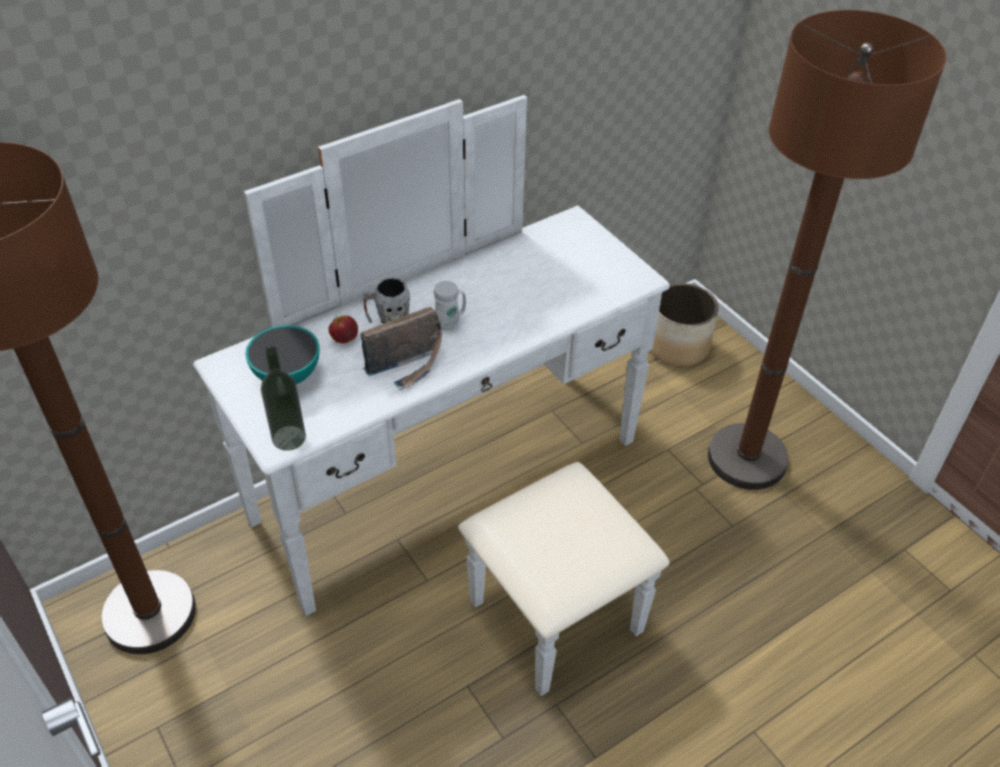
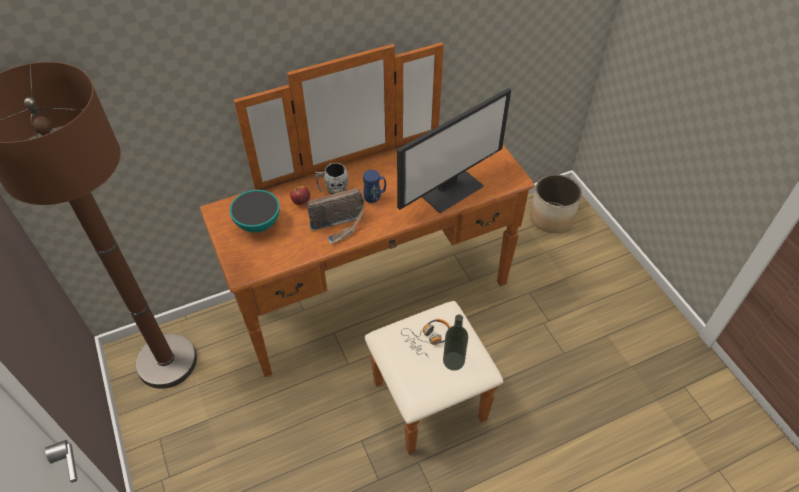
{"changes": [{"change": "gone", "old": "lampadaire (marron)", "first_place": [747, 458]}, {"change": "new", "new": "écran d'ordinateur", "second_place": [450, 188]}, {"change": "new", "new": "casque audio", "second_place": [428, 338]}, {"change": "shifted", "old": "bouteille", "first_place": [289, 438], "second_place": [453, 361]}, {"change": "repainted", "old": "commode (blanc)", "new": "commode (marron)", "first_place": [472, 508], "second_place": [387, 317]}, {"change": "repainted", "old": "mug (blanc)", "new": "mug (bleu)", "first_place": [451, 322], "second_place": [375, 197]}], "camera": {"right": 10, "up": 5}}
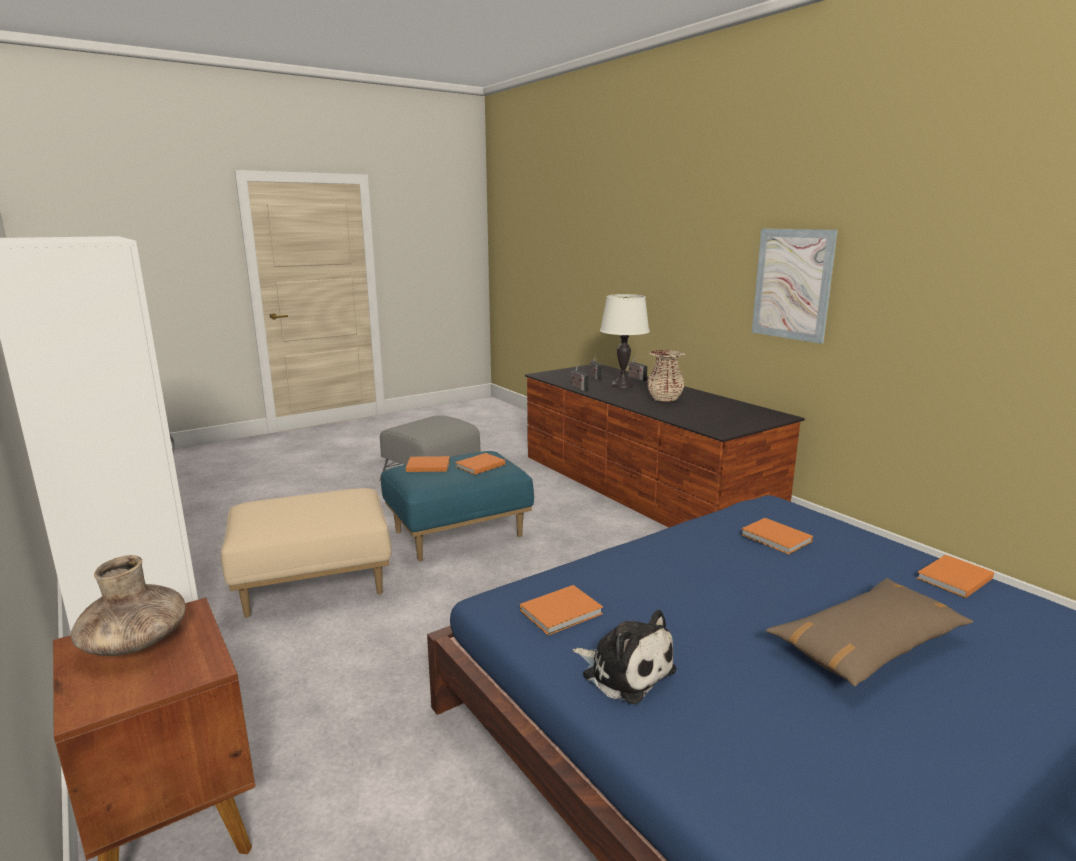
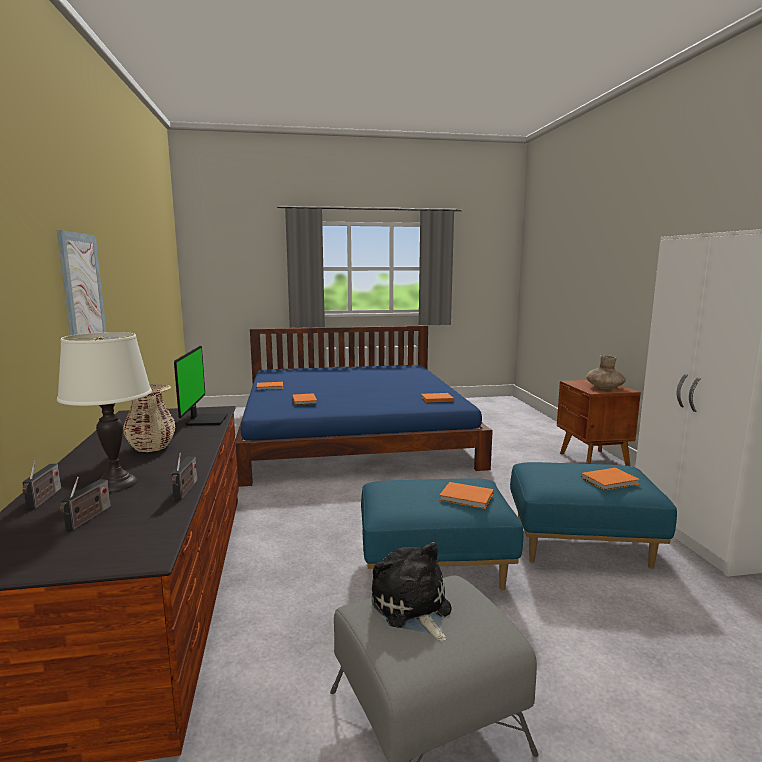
{"changes": [{"change": "gone", "old": "coussin (marron)", "first_place": [869, 645]}, {"change": "new", "new": "écran d'ordinateur", "second_place": [205, 420]}, {"change": "shifted", "old": "livre (orange)", "first_place": [479, 466], "second_place": [611, 481]}, {"change": "shifted", "old": "peluche", "first_place": [624, 671], "second_place": [412, 608]}, {"change": "repainted", "old": "pouf (beige)", "new": "pouf (bleu)", "first_place": [315, 584], "second_place": [580, 546]}], "camera": {"right": -155, "up": -5}}
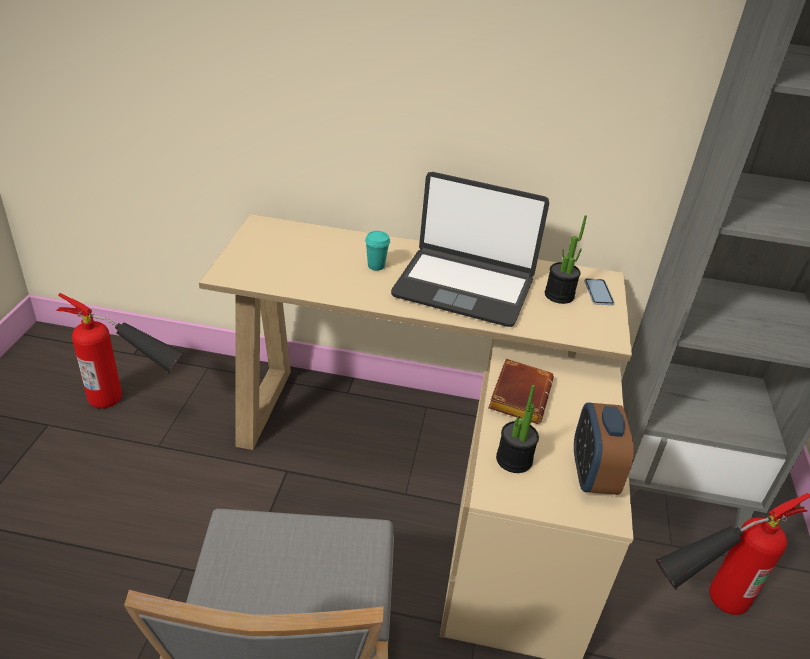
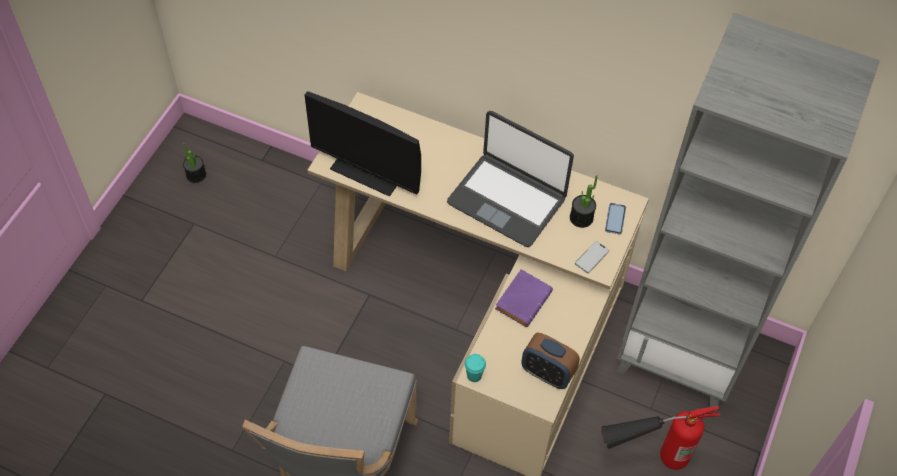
{"changes": [{"change": "gone", "old": "extincteur", "first_place": [133, 404]}, {"change": "new", "new": "écran d'ordinateur", "second_place": [367, 171]}, {"change": "new", "new": "téléphone", "second_place": [591, 257]}, {"change": "shifted", "old": "tasse (turquoise)", "first_place": [376, 266], "second_place": [474, 375]}, {"change": "shifted", "old": "plante en pot", "first_place": [514, 459], "second_place": [196, 175]}, {"change": "repainted", "old": "livre (marron)", "new": "livre (violet)", "first_place": [518, 394], "second_place": [522, 299]}, {"change": "rotated", "old": "réveil", "first_place": [592, 475], "second_place": [547, 373], "degrees": -75}], "camera": {"right": 15, "up": 20}}
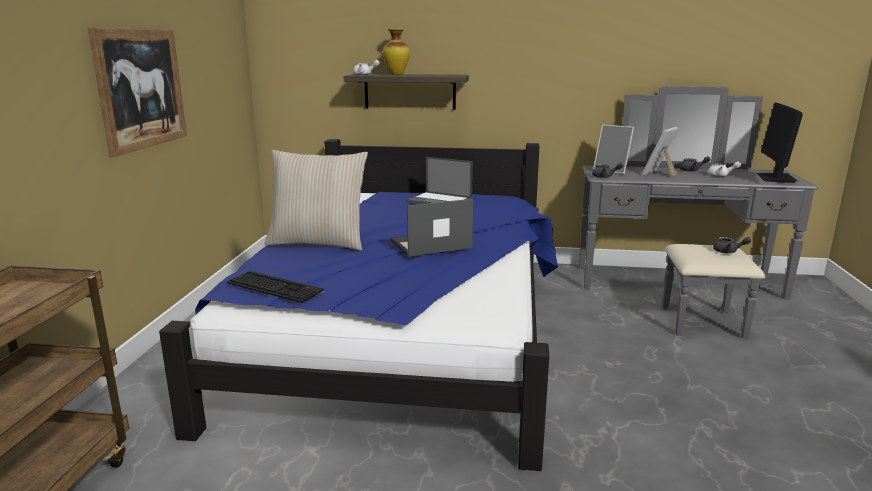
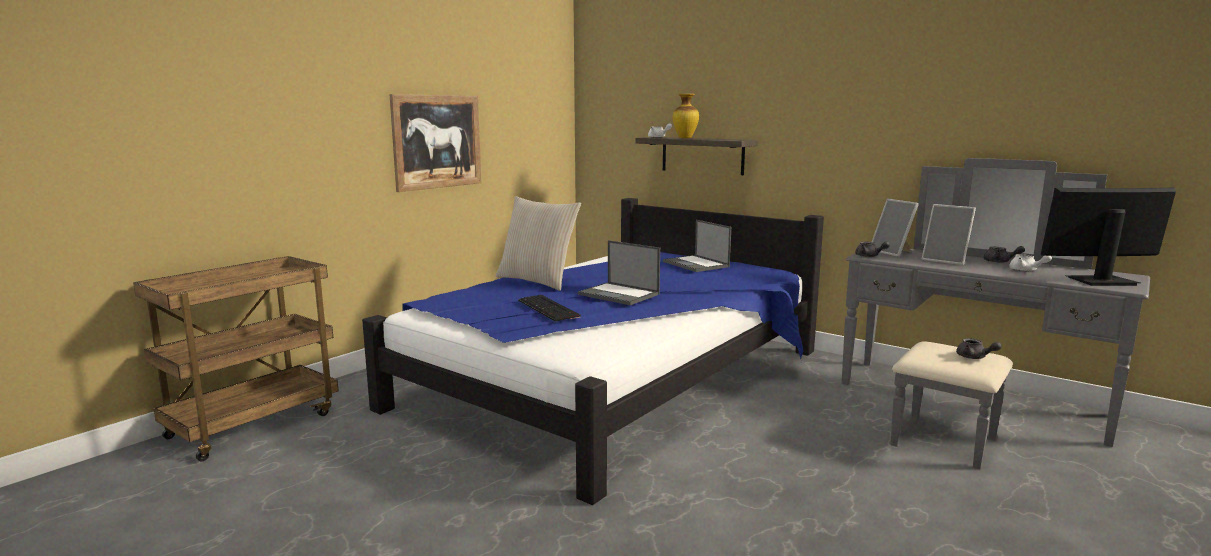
{"changes": [{"change": "shifted", "old": "clavier", "first_place": [276, 287], "second_place": [549, 308]}, {"change": "rotated", "old": "ordinateur portable", "first_place": [430, 245], "second_place": [619, 294], "degrees": -150}, {"change": "rotated", "old": "cadre photo", "first_place": [659, 174], "second_place": [946, 260], "degrees": -120}, {"change": "rotated", "old": "écran d'ordinateur", "first_place": [775, 178], "second_place": [1101, 281], "degrees": 45}], "camera": {"right": 30, "up": -5}}
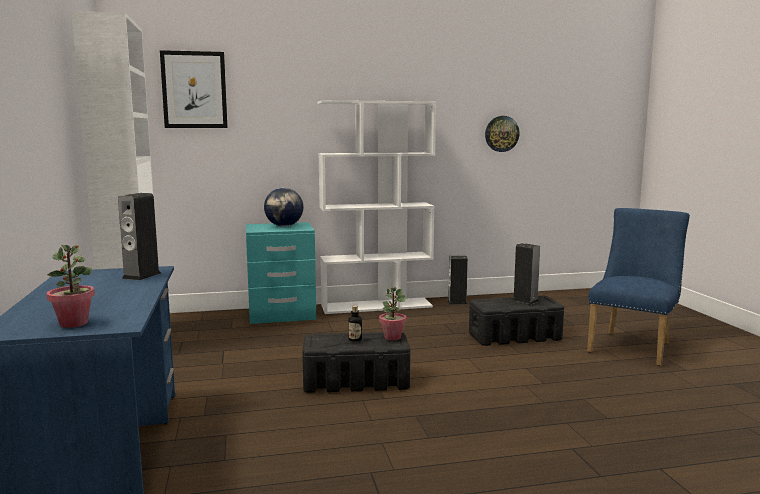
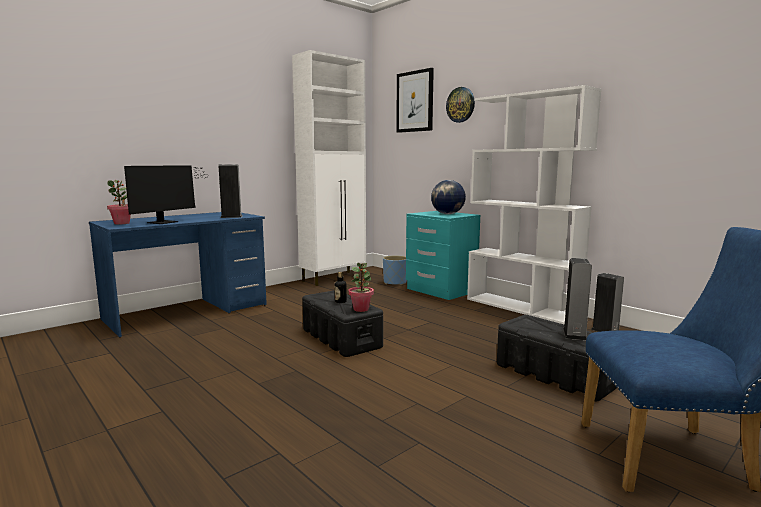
{"changes": [{"change": "new", "new": "écran d'ordinateur", "second_place": [166, 222]}, {"change": "new", "new": "cache-pot (bleu)", "second_place": [395, 282]}, {"change": "shifted", "old": "horloge murale", "first_place": [501, 133], "second_place": [460, 105]}], "camera": {"right": 60, "up": 0}}
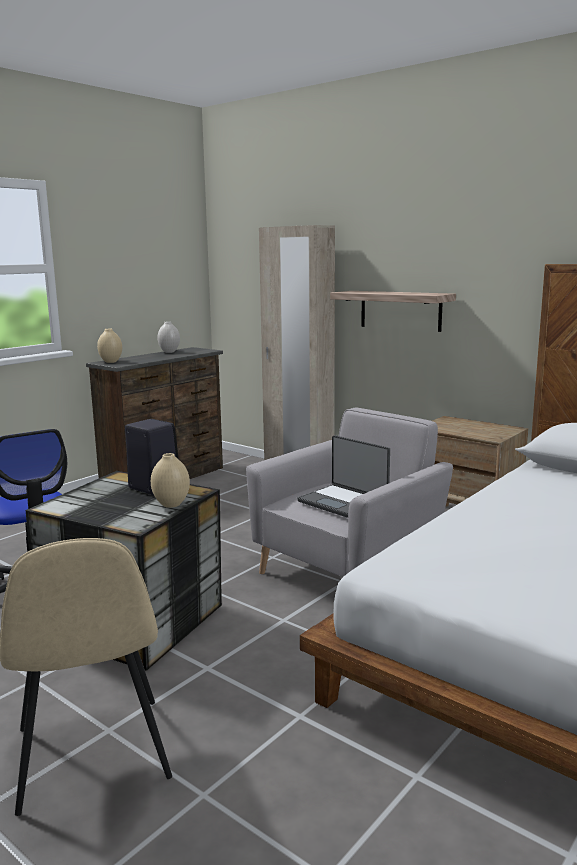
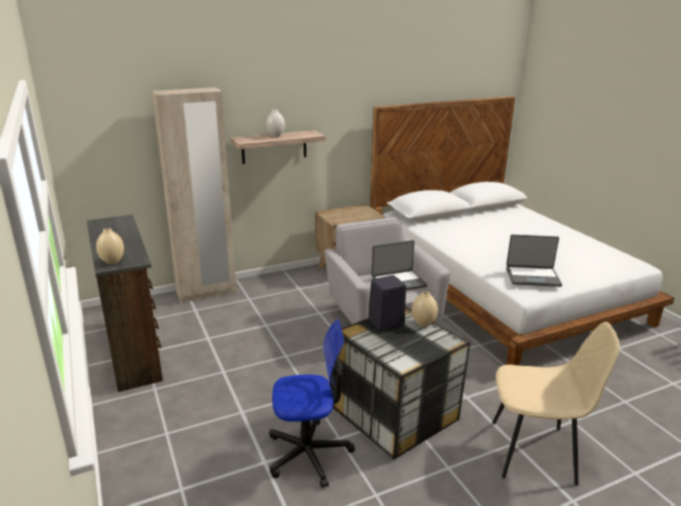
{"changes": [{"change": "new", "new": "ordinateur portable", "second_place": [532, 277]}, {"change": "shifted", "old": "vase (blanc)", "first_place": [169, 352], "second_place": [276, 136]}], "camera": {"right": -65, "up": 10}}
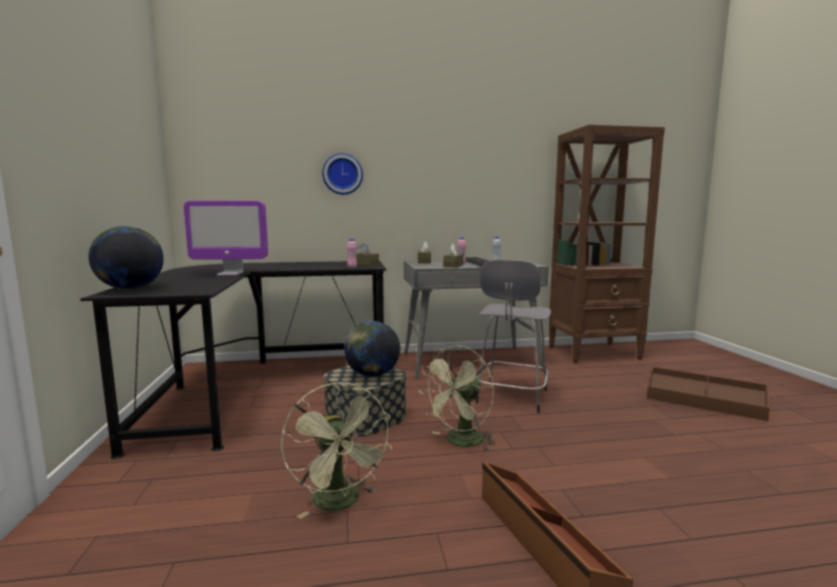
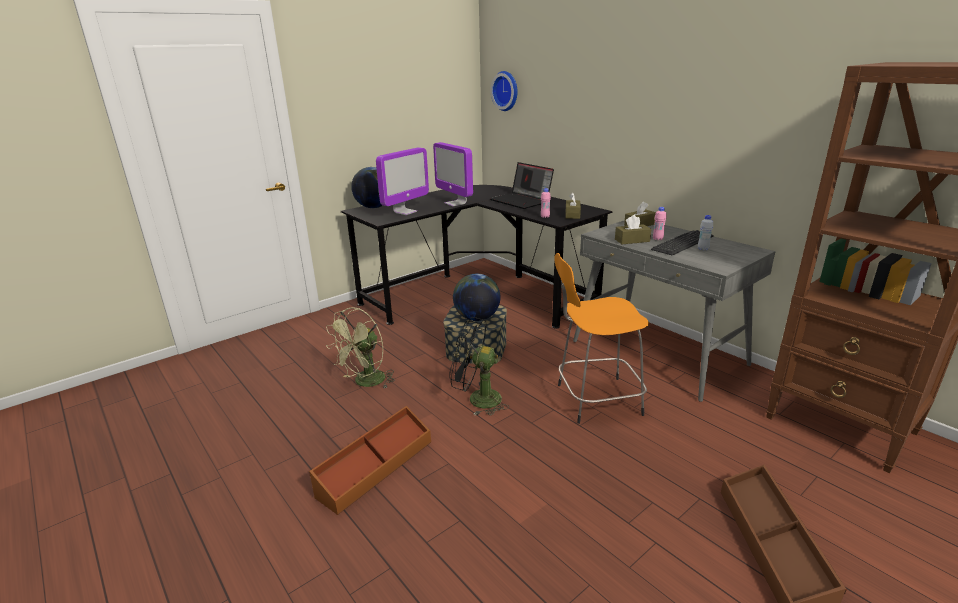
{"changes": [{"change": "new", "new": "écran d'ordinateur", "second_place": [405, 212]}, {"change": "new", "new": "ordinateur portable", "second_place": [521, 201]}, {"change": "shifted", "old": "horloge murale", "first_place": [342, 174], "second_place": [506, 91]}, {"change": "repainted", "old": "ventilateur (vert)", "new": "ventilateur (noir)", "first_place": [460, 442], "second_place": [477, 399]}, {"change": "repainted", "old": "tabouret (gris)", "new": "tabouret (orange)", "first_place": [511, 398], "second_place": [595, 400]}], "camera": {"right": 60, "up": 15}}
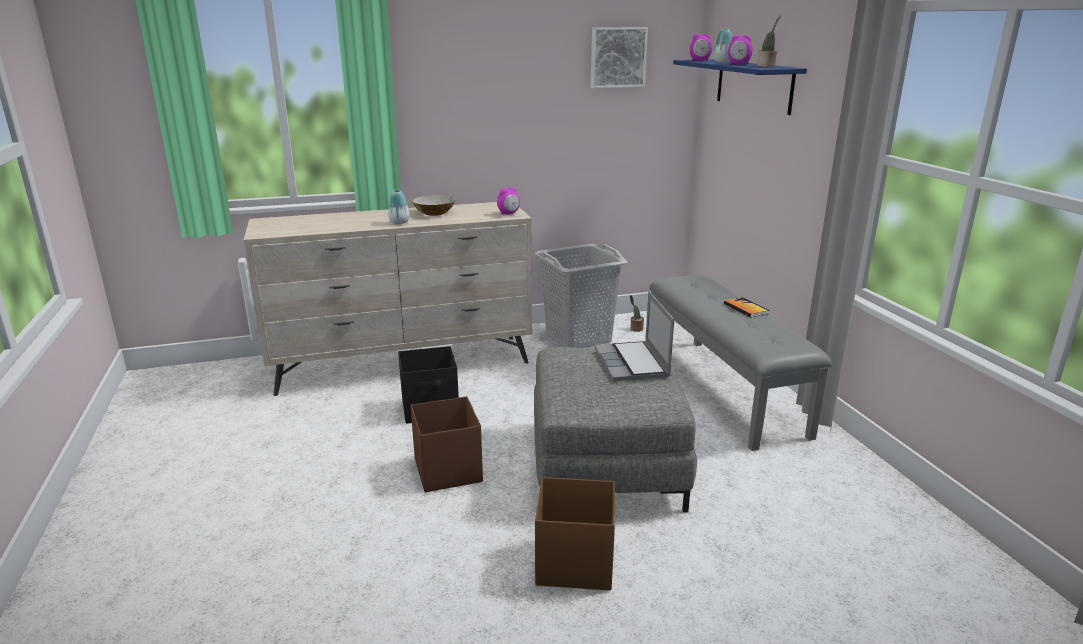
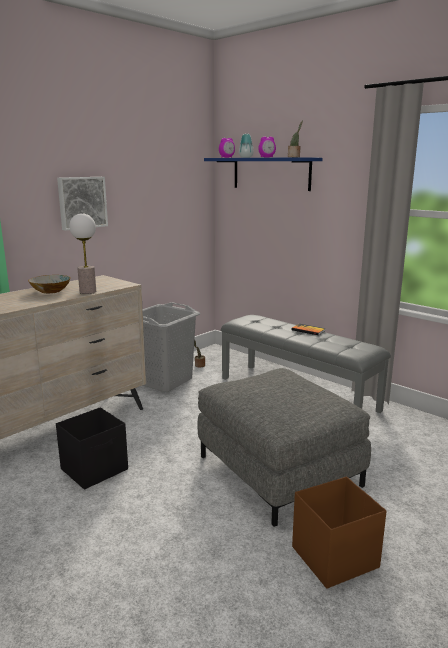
{"changes": [{"change": "gone", "old": "vase", "first_place": [399, 222]}, {"change": "gone", "old": "boîte de rangement (marron)", "first_place": [448, 470]}, {"change": "gone", "old": "réveil", "first_place": [509, 214]}, {"change": "gone", "old": "ordinateur portable", "first_place": [632, 363]}, {"change": "new", "new": "lampe de table", "second_place": [88, 292]}, {"change": "shifted", "old": "tableau", "first_place": [617, 57], "second_place": [82, 202]}], "camera": {"right": -30, "up": -5}}
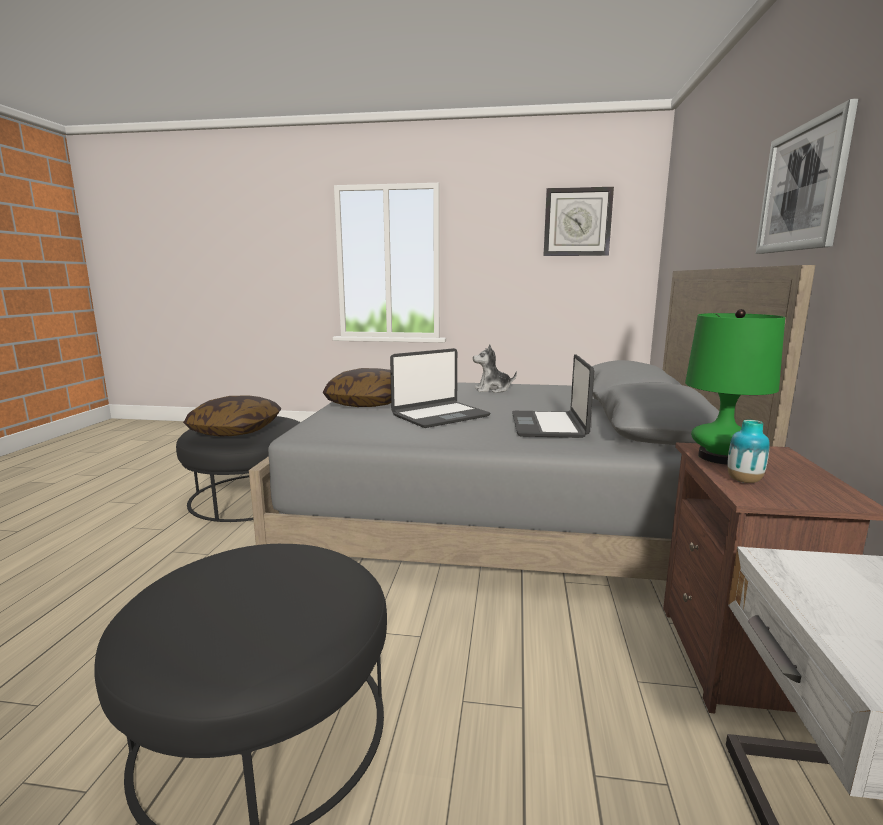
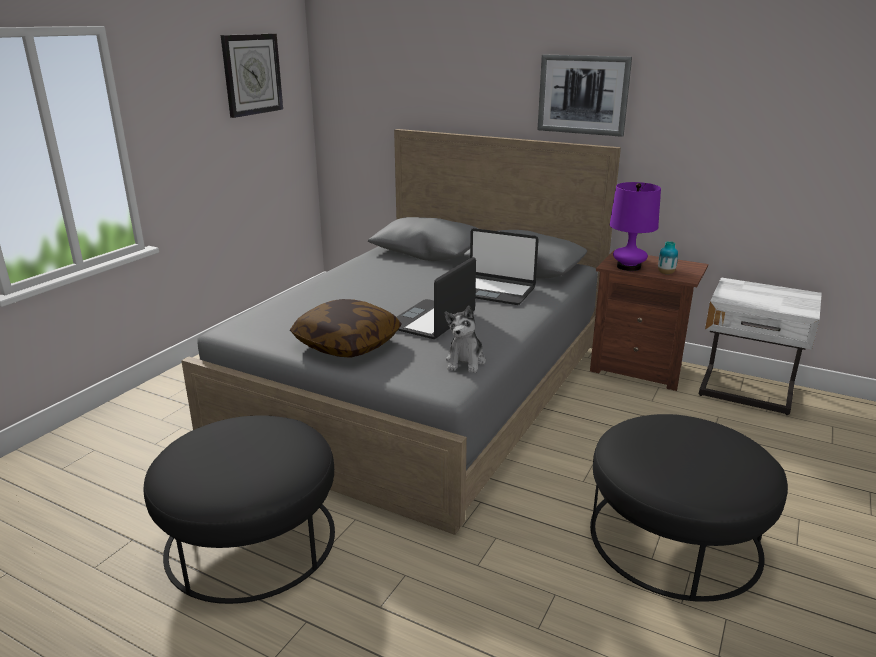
{"changes": [{"change": "gone", "old": "coussin", "first_place": [236, 431]}, {"change": "shifted", "old": "peluche", "first_place": [492, 390], "second_place": [465, 362]}, {"change": "repainted", "old": "lampe de table (vert)", "new": "lampe de table (violet)", "first_place": [720, 457], "second_place": [628, 267]}, {"change": "rotated", "old": "ordinateur portable", "first_place": [440, 416], "second_place": [432, 321], "degrees": -135}], "camera": {"right": -70, "up": 10}}
